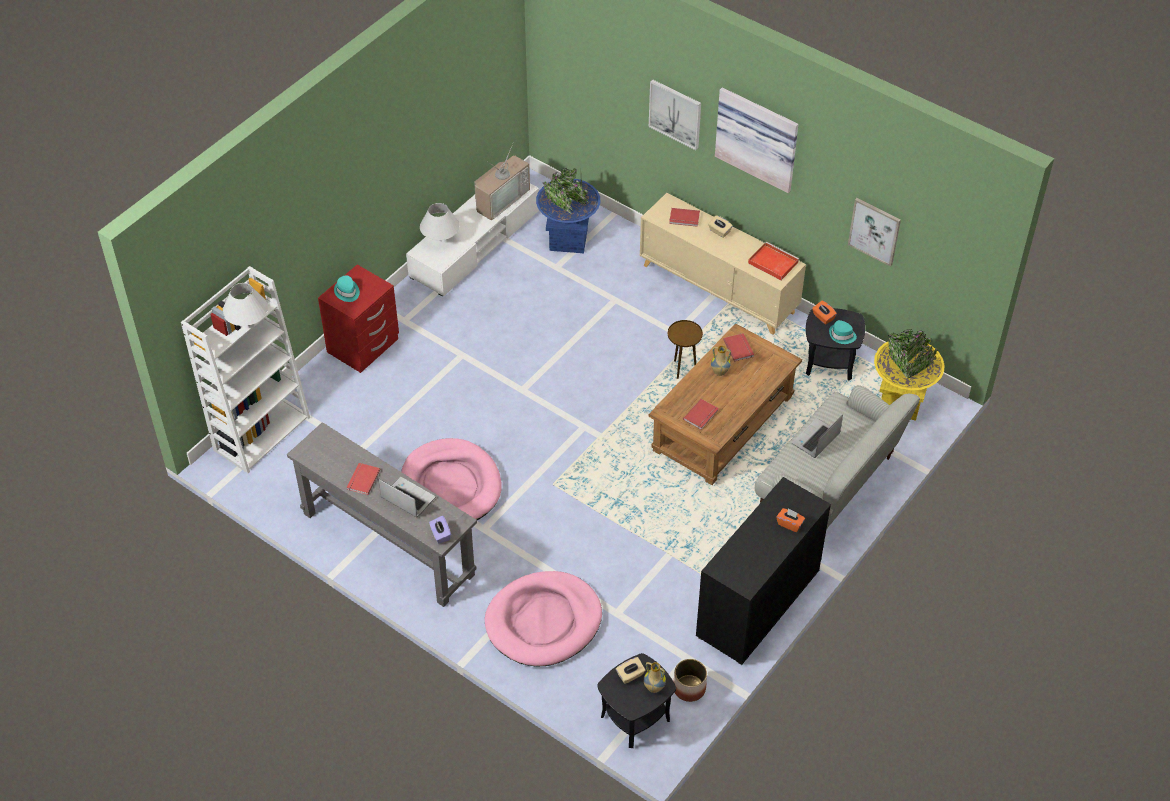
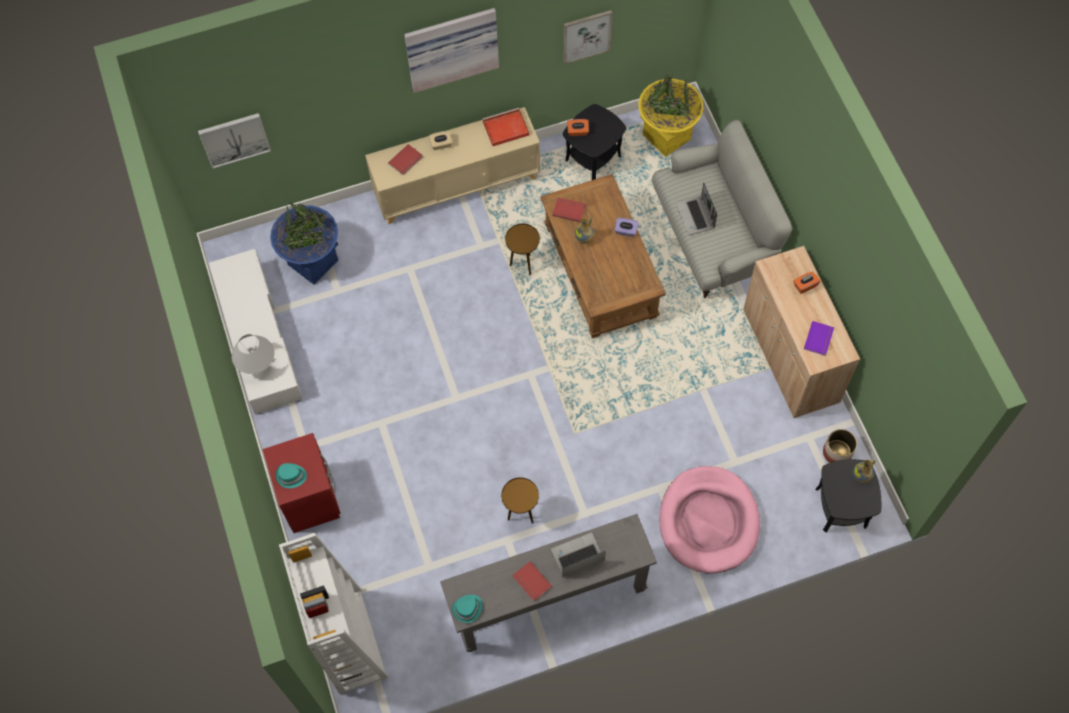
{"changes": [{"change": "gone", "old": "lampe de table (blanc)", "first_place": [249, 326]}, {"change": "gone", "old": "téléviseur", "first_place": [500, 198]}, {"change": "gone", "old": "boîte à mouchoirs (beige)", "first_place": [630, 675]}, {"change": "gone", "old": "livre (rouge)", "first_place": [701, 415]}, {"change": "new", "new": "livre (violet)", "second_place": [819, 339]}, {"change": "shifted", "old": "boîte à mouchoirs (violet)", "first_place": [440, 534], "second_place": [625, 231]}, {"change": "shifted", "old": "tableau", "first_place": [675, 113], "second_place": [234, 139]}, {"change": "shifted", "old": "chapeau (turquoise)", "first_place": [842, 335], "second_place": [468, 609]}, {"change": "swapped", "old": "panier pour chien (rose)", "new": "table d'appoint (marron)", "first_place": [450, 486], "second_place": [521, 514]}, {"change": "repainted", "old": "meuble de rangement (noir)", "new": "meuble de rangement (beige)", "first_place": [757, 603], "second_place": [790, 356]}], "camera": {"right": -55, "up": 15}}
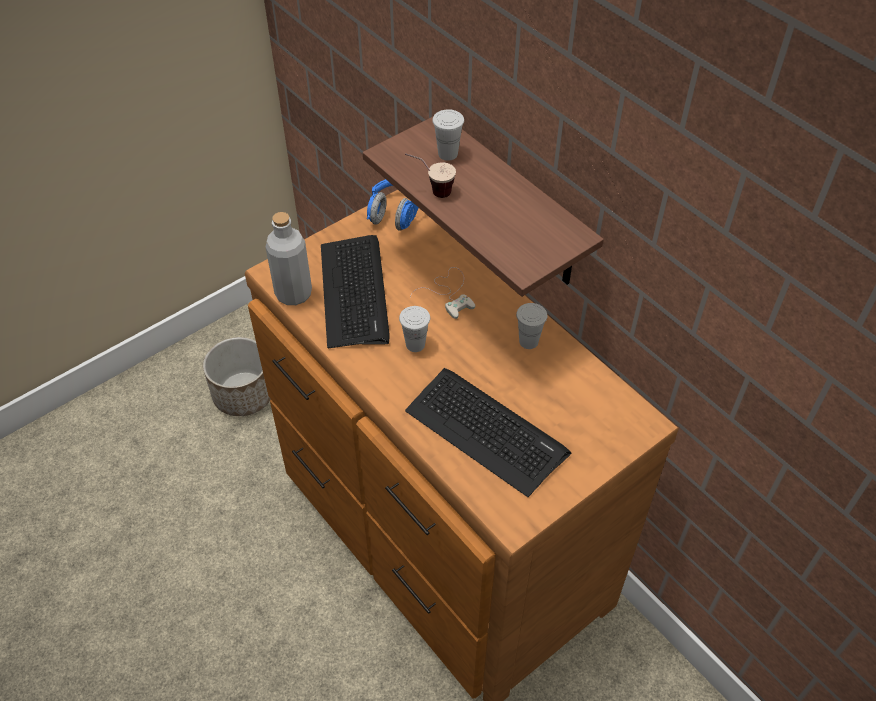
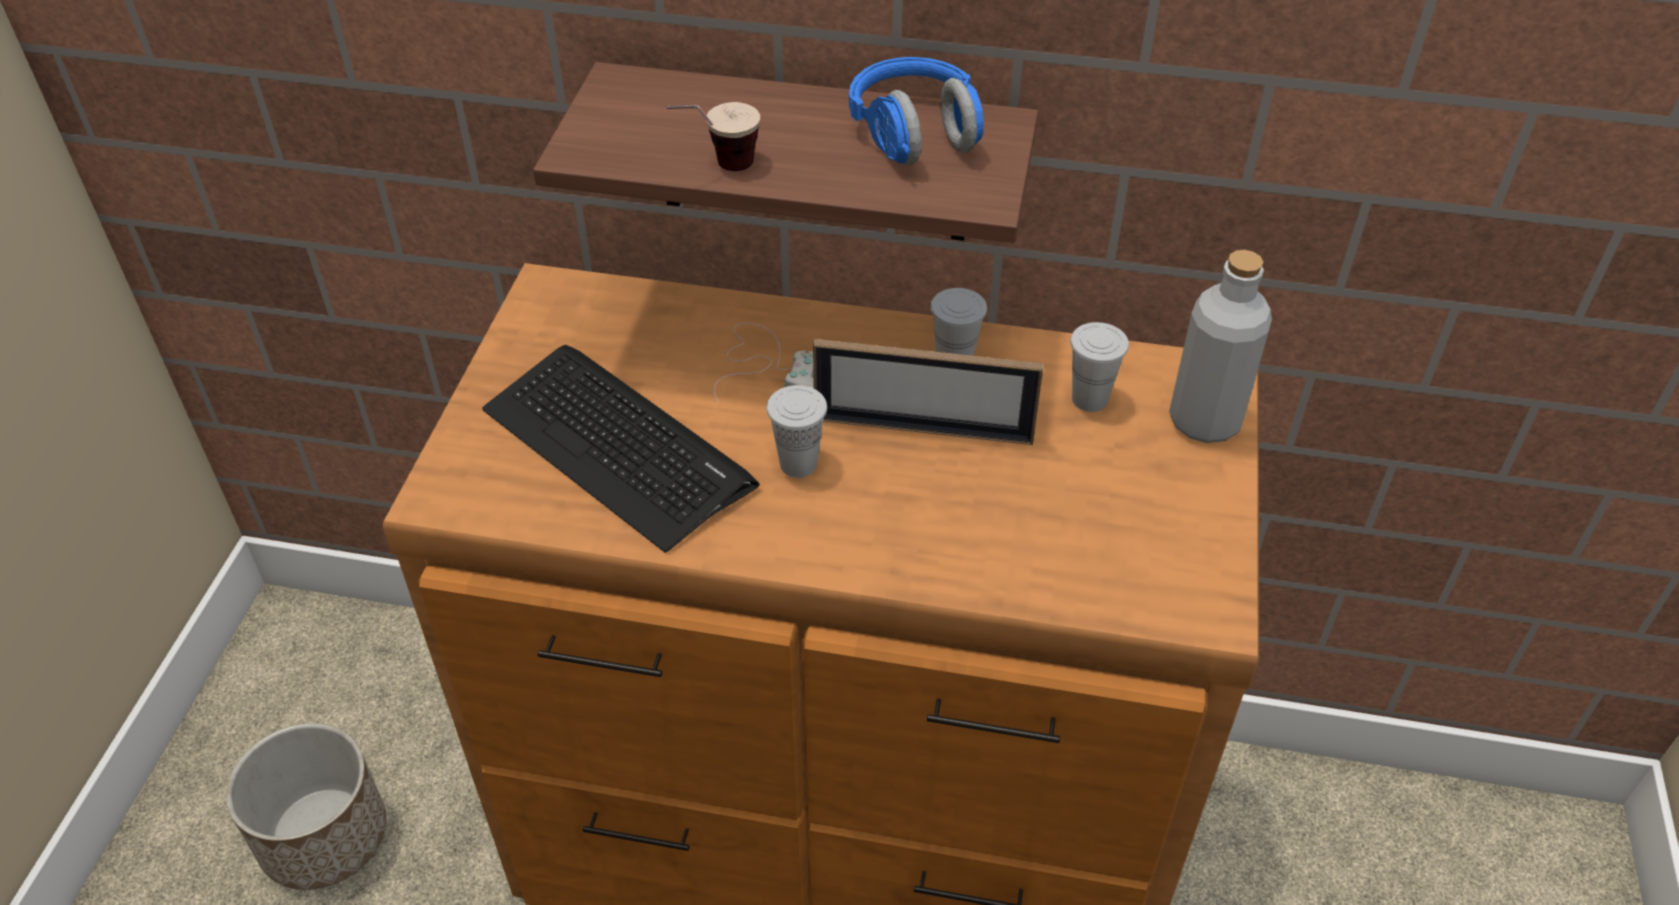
{"changes": [{"change": "gone", "old": "clavier", "first_place": [486, 431]}, {"change": "new", "new": "cadre photo", "second_place": [923, 429]}, {"change": "shifted", "old": "bouteille (gris)", "first_place": [293, 293], "second_place": [1204, 421]}, {"change": "shifted", "old": "casque audio (bleu)", "first_place": [396, 213], "second_place": [915, 135]}, {"change": "shifted", "old": "tasse (blanc)", "first_place": [448, 154], "second_place": [1089, 399]}], "camera": {"right": -40, "up": -5}}
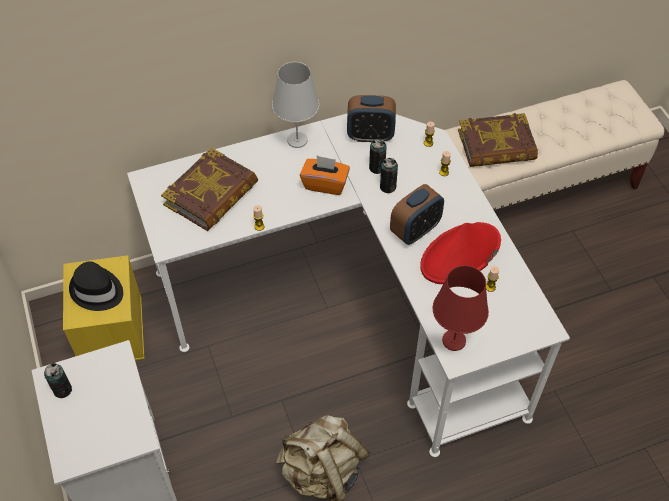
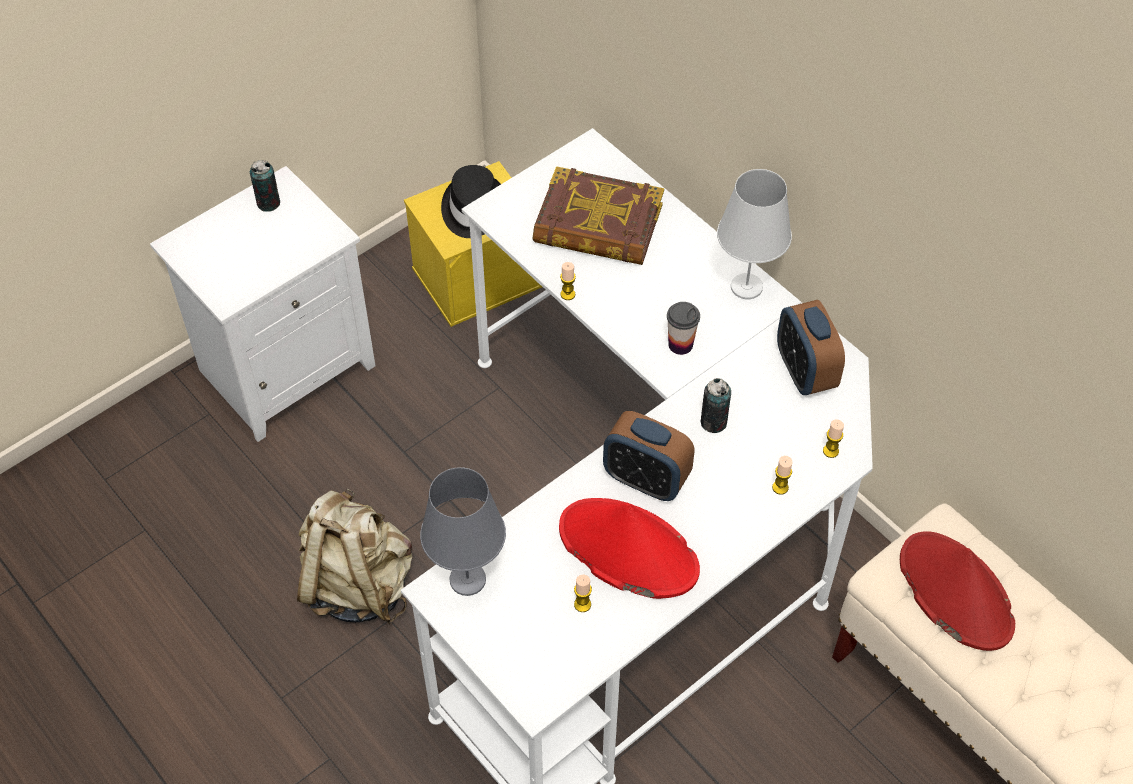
{"changes": [{"change": "gone", "old": "boîte métallique", "first_place": [377, 168]}, {"change": "swapped", "old": "boîte à mouchoirs (orange)", "new": "tasse", "first_place": [325, 184], "second_place": [680, 344]}, {"change": "swapped", "old": "livre", "new": "chapeau (rouge)", "first_place": [496, 146], "second_place": [954, 591]}, {"change": "repainted", "old": "lampe de table (rouge)", "new": "lampe de table (gris)", "first_place": [454, 340], "second_place": [468, 579]}], "camera": {"right": 70, "up": 0}}
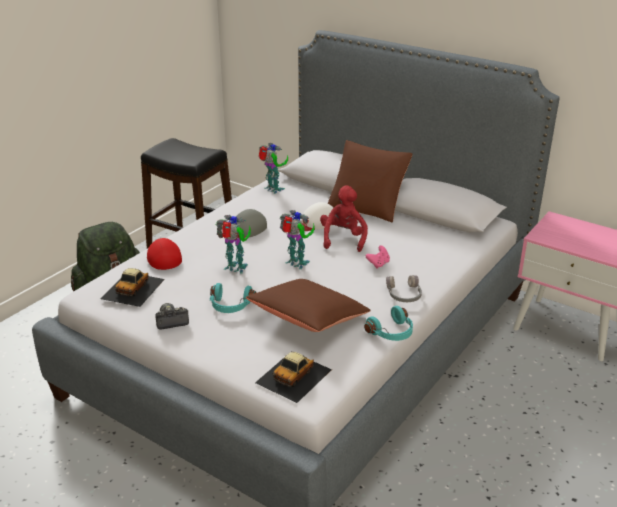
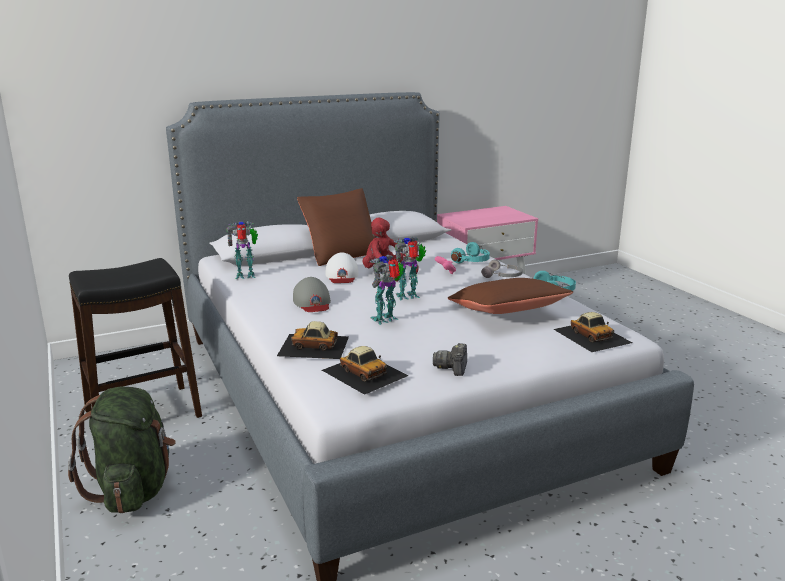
{"changes": [{"change": "shifted", "old": "casque audio (turquoise)", "first_place": [230, 306], "second_place": [472, 261]}, {"change": "swapped", "old": "casquette (rouge)", "new": "petite voiture", "first_place": [163, 257], "second_place": [314, 346]}], "camera": {"right": -60, "up": -10}}
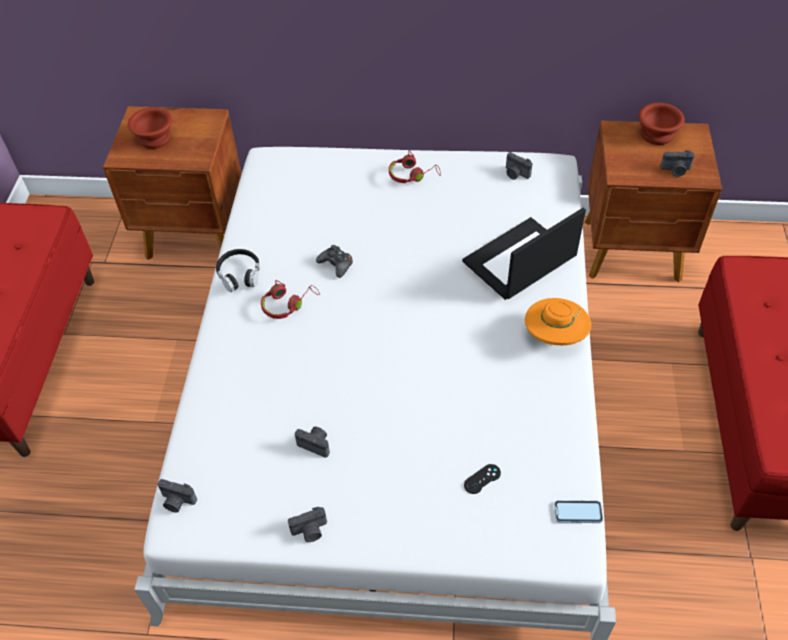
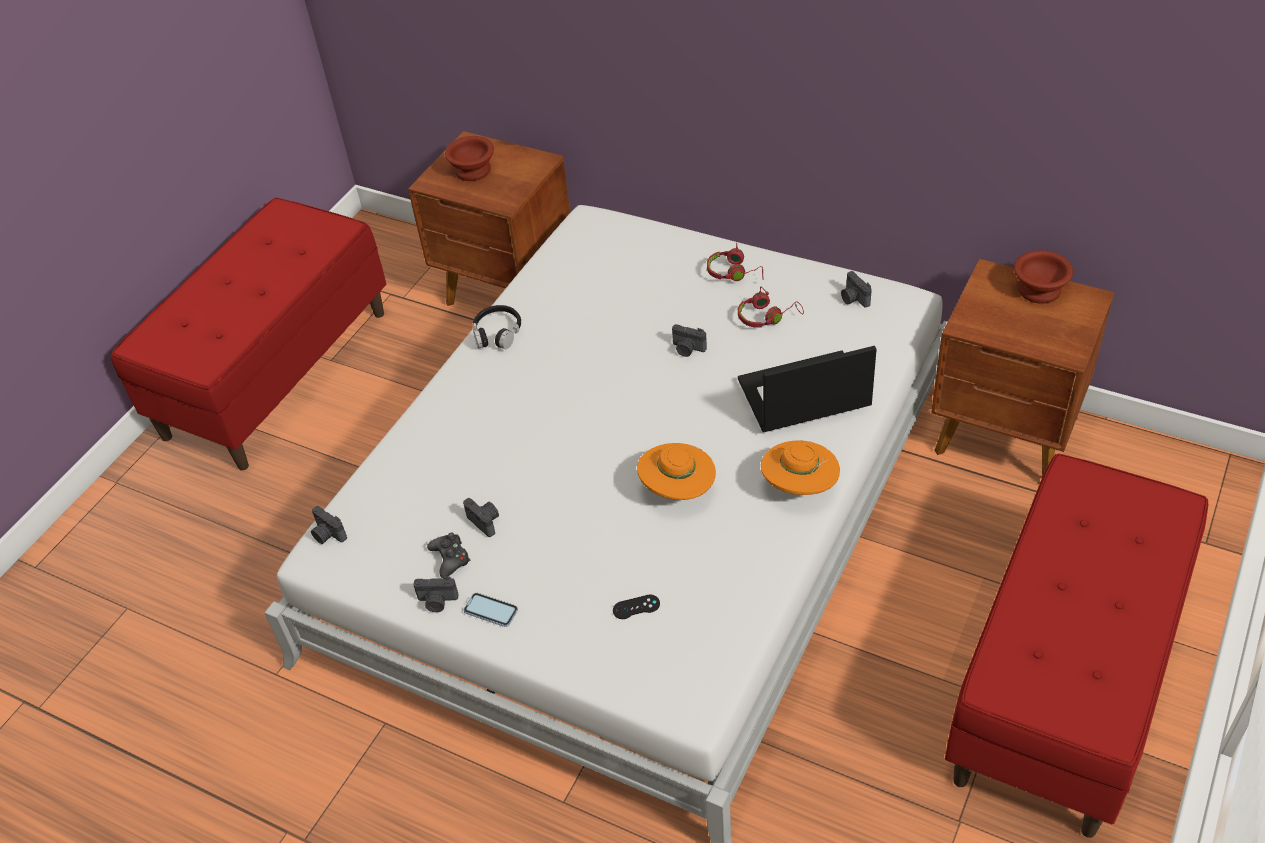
{"changes": [{"change": "new", "new": "chapeau (orange)", "second_place": [678, 490]}, {"change": "shifted", "old": "casque audio (rouge)", "first_place": [288, 304], "second_place": [767, 316]}, {"change": "shifted", "old": "manette (noir)", "first_place": [336, 264], "second_place": [450, 558]}, {"change": "shifted", "old": "téléphone", "first_place": [578, 512], "second_place": [491, 611]}, {"change": "shifted", "old": "appareil photo", "first_place": [675, 170], "second_place": [687, 349]}], "camera": {"right": 25, "up": -5}}
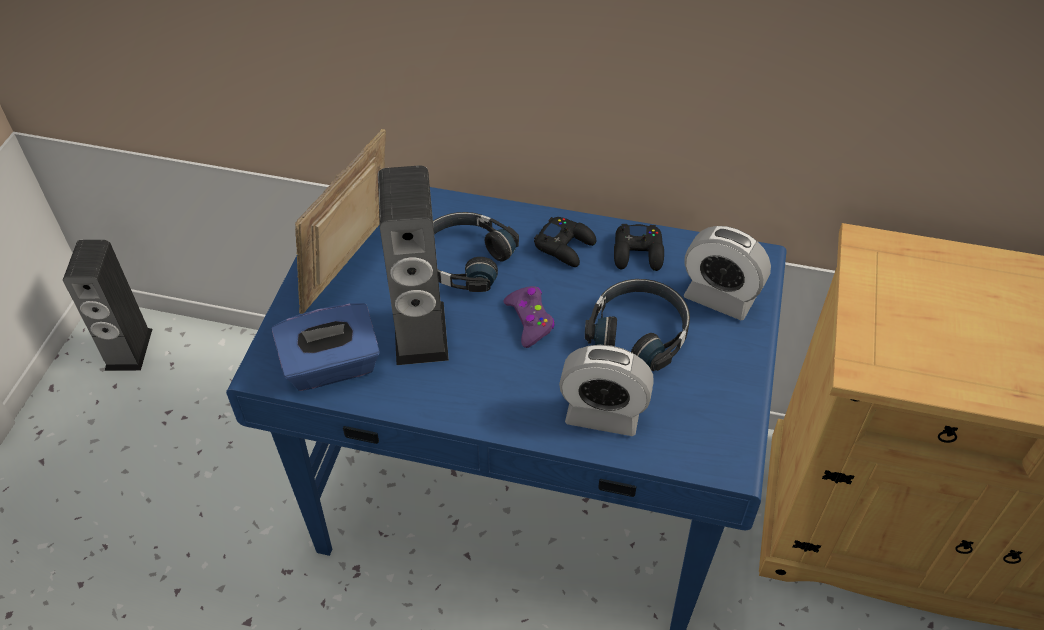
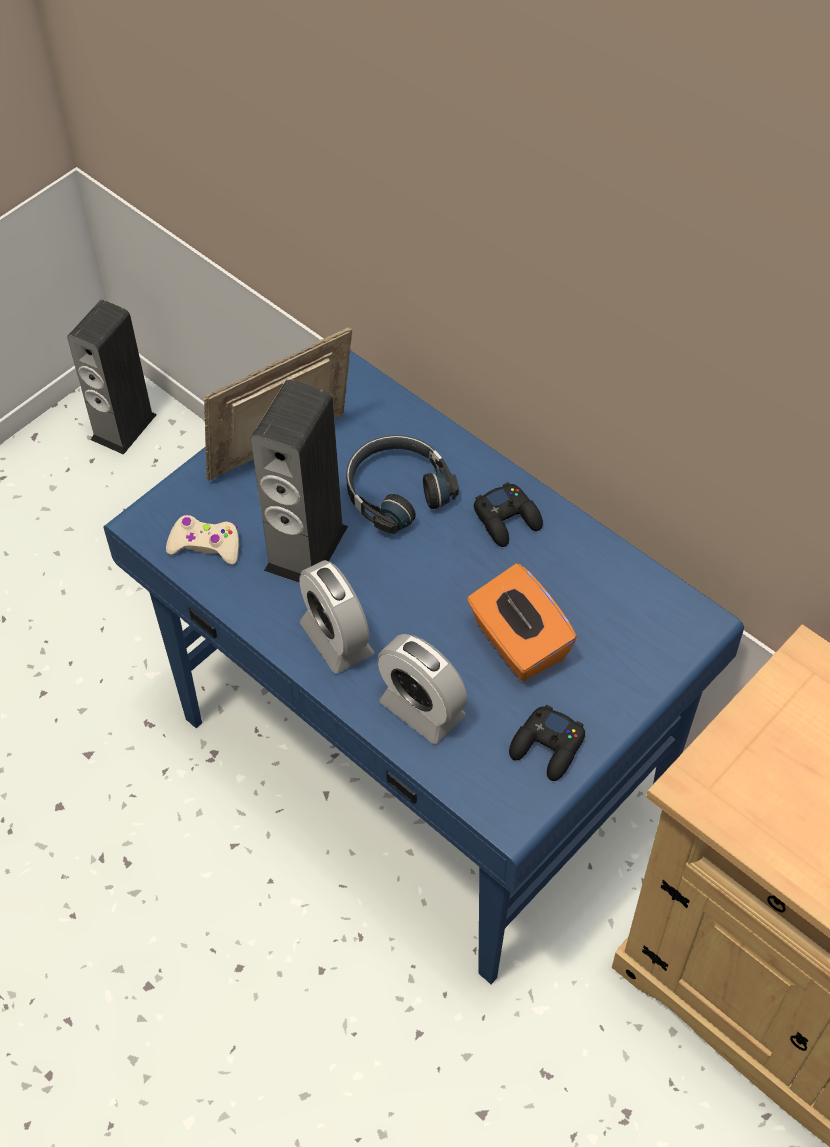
{"changes": [{"change": "gone", "old": "manette (violet)", "first_place": [530, 320]}, {"change": "shifted", "old": "manette (noir)", "first_place": [638, 253], "second_place": [547, 747]}, {"change": "shifted", "old": "réveil", "first_place": [719, 297], "second_place": [336, 639]}, {"change": "swapped", "old": "boîte à mouchoirs (bleu)", "new": "manette (beige)", "first_place": [332, 366], "second_place": [205, 545]}, {"change": "swapped", "old": "casque audio (noir)", "new": "boîte à mouchoirs (orange)", "first_place": [639, 330], "second_place": [518, 643]}], "camera": {"right": 30, "up": 5}}
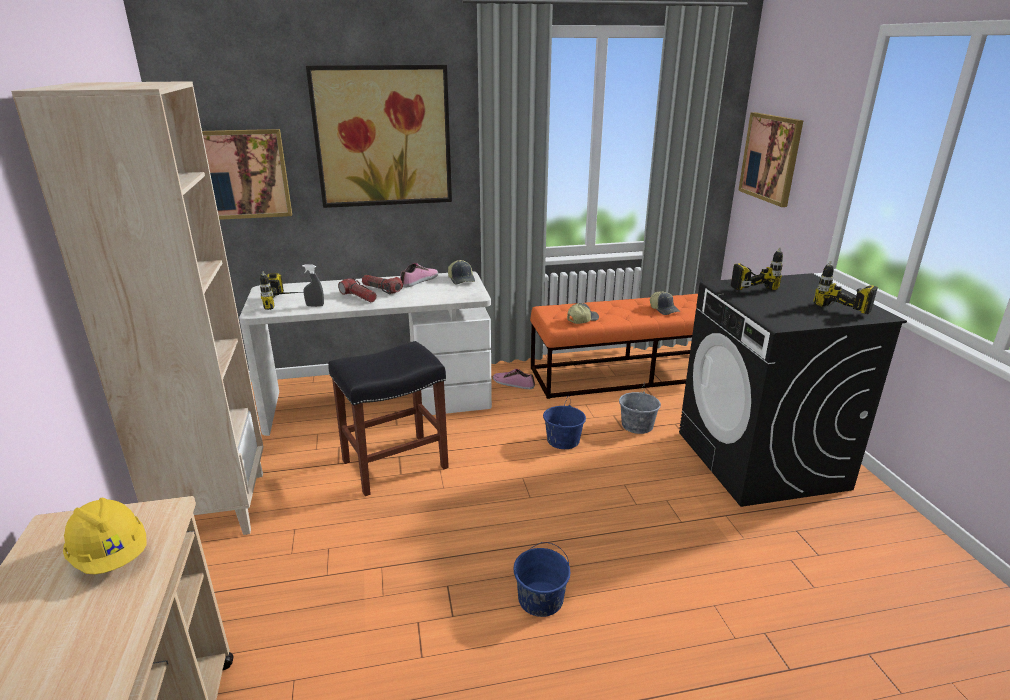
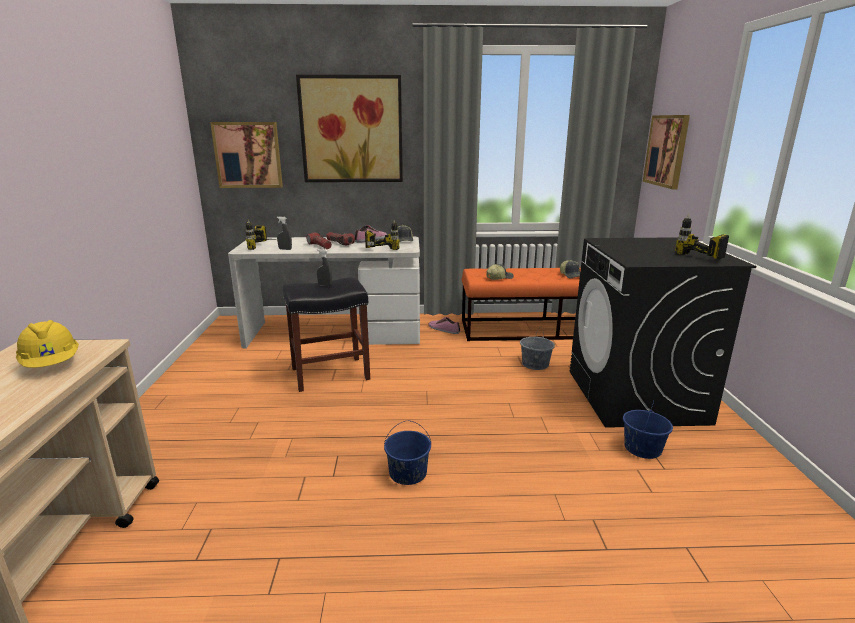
{"changes": [{"change": "gone", "old": "bibliothèque (beige)", "first_place": [214, 506]}, {"change": "new", "new": "vaporisateur (gris)", "second_place": [325, 285]}, {"change": "shifted", "old": "seau (bleu)", "first_place": [563, 440], "second_place": [642, 448]}, {"change": "shifted", "old": "perceuse", "first_place": [747, 284], "second_place": [384, 247]}], "camera": {"right": 10, "up": -5}}
